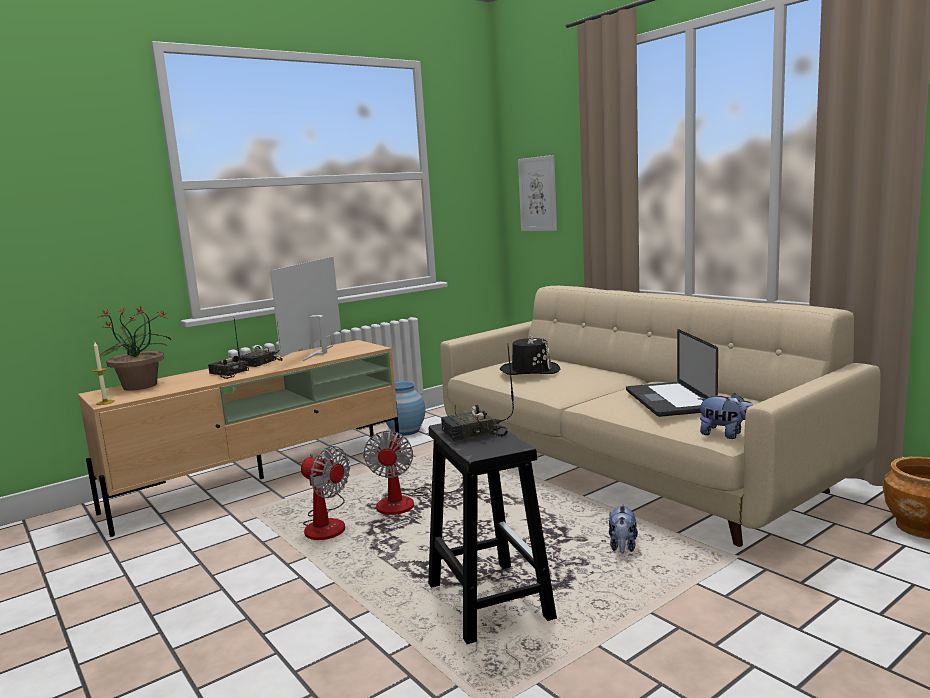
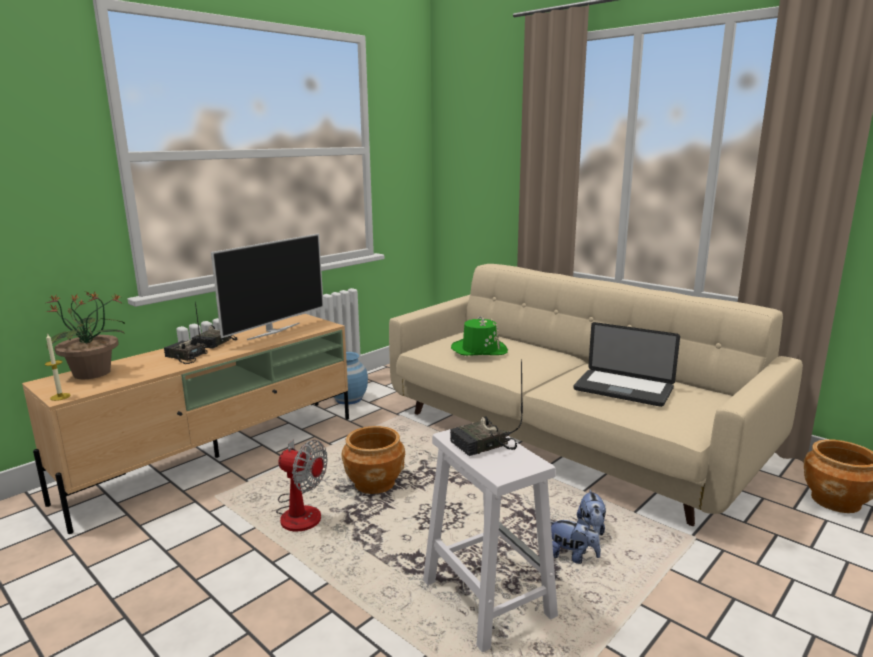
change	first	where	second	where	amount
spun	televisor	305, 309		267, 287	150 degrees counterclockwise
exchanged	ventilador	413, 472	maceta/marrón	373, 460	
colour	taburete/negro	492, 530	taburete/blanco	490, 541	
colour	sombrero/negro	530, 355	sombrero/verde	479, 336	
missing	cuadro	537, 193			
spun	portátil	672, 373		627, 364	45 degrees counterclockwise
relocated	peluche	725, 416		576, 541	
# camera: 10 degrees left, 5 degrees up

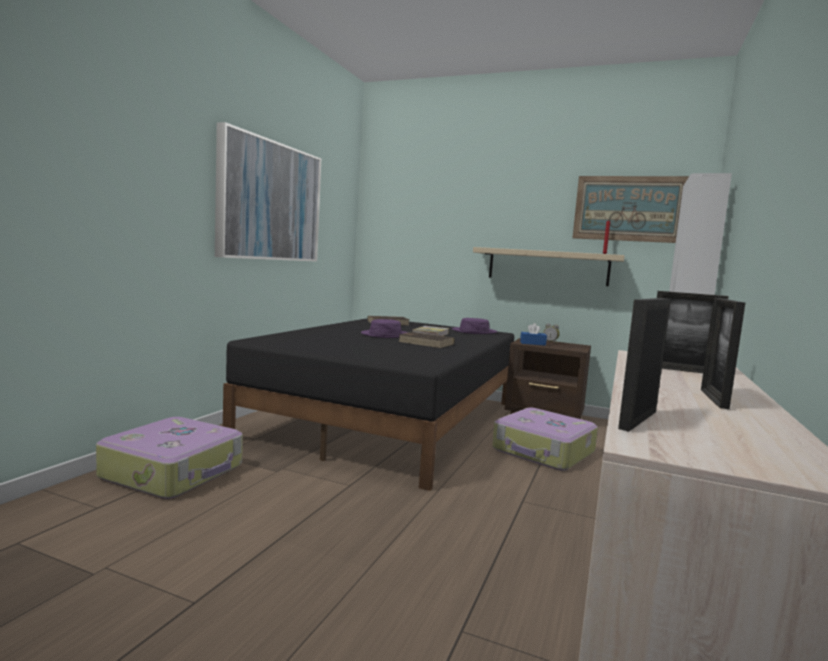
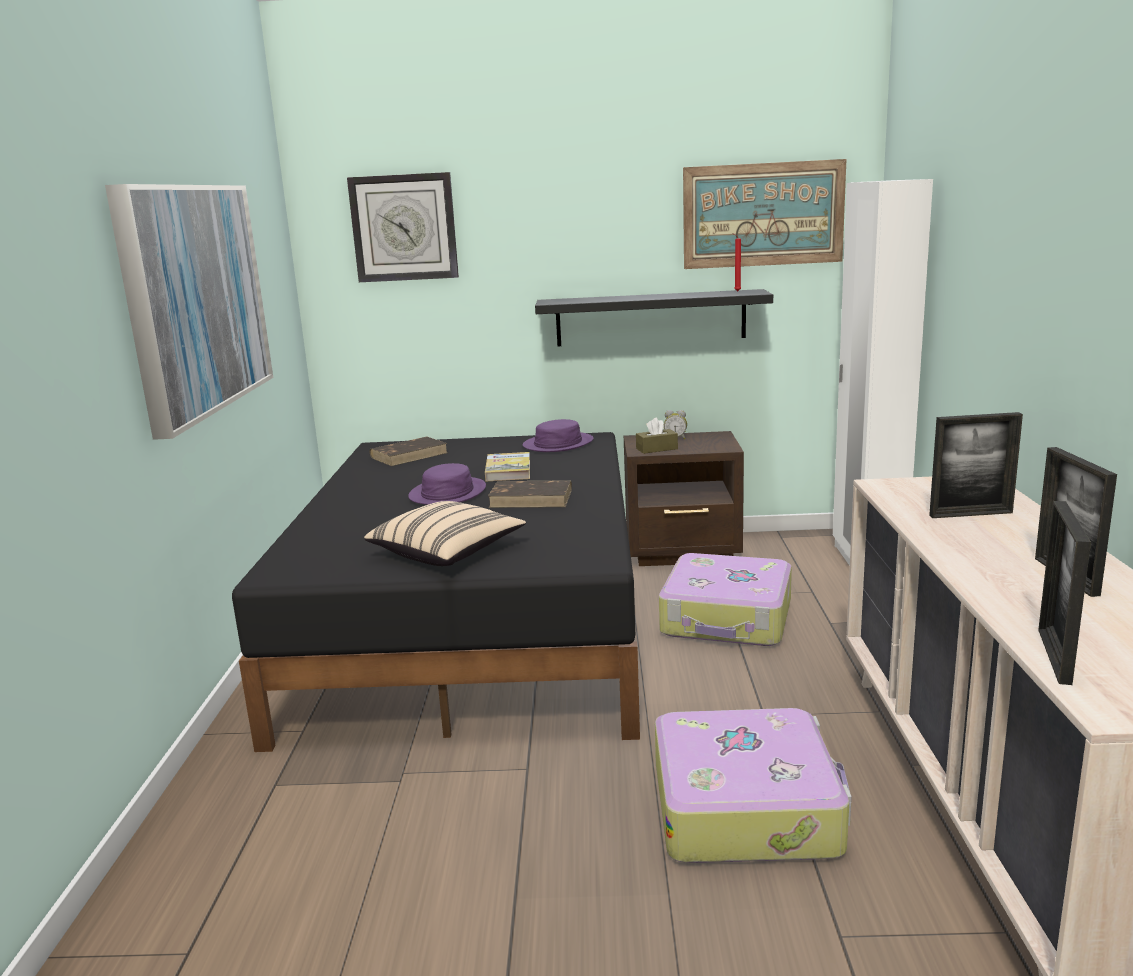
change	first	where	second	where	amount
relocated	maleta	169, 458		753, 785	
colour	estante/beis	549, 266	estante/negro	654, 318	
colour	caja de pañuelos/azul	533, 334	caja de pañuelos/marrón	657, 436	
appeared			reloj de pared	403, 227	
appeared			cojín/beis	445, 533	
# camera: 20 degrees left, 10 degrees up

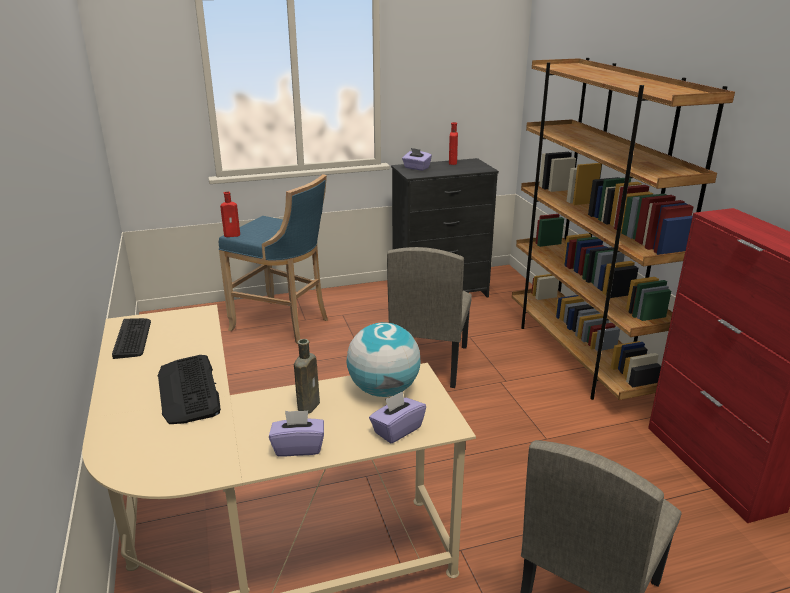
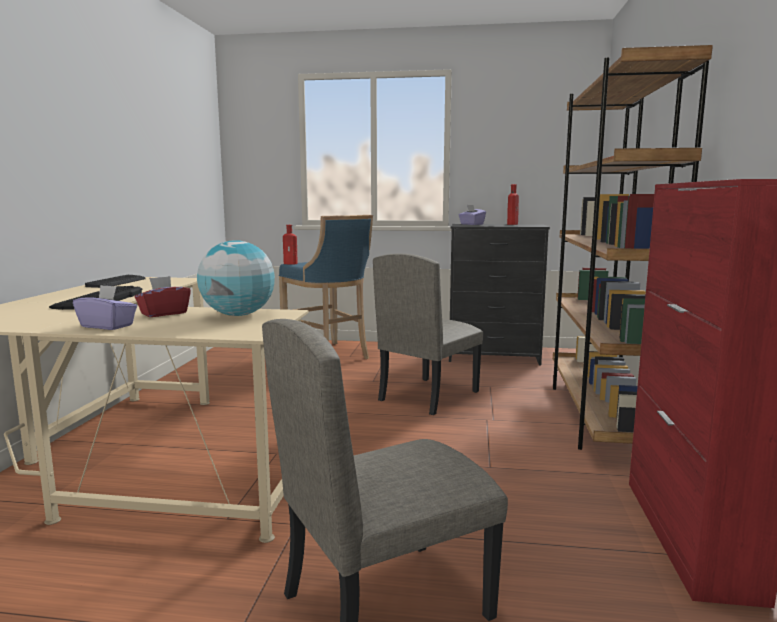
change	first	where	second	where	amount
exchanged	botella/marrón	307, 376	caja de pañuelos/rojo	163, 296	
missing	caja de pañuelos/morado	397, 417			
# camera: 25 degrees right, 15 degrees down

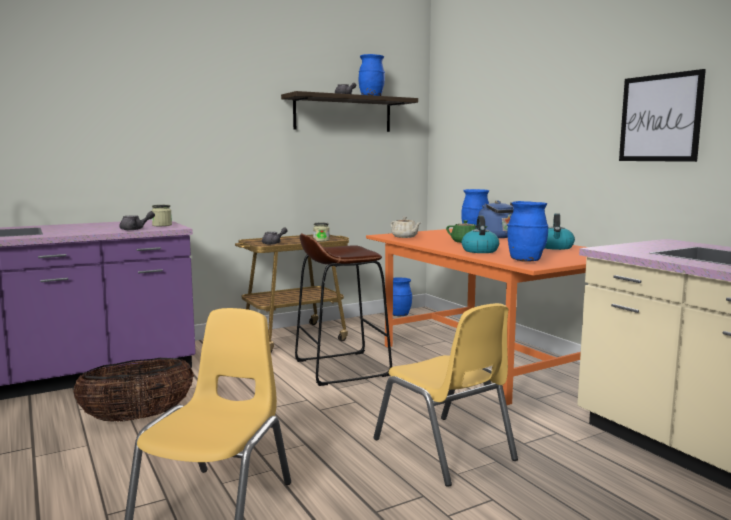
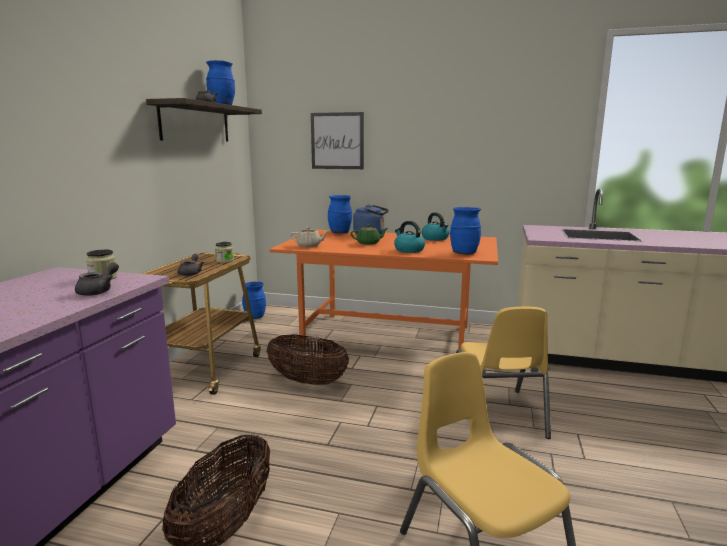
change	first	where	second	where	amount
exchanged	taburete/marrón	343, 309	cesta	308, 359	
spun	silla/amarillo	445, 395		503, 373	75 degrees clockwise
relocated	cuadro	662, 115		337, 140	
# camera: 45 degrees left, 5 degrees up

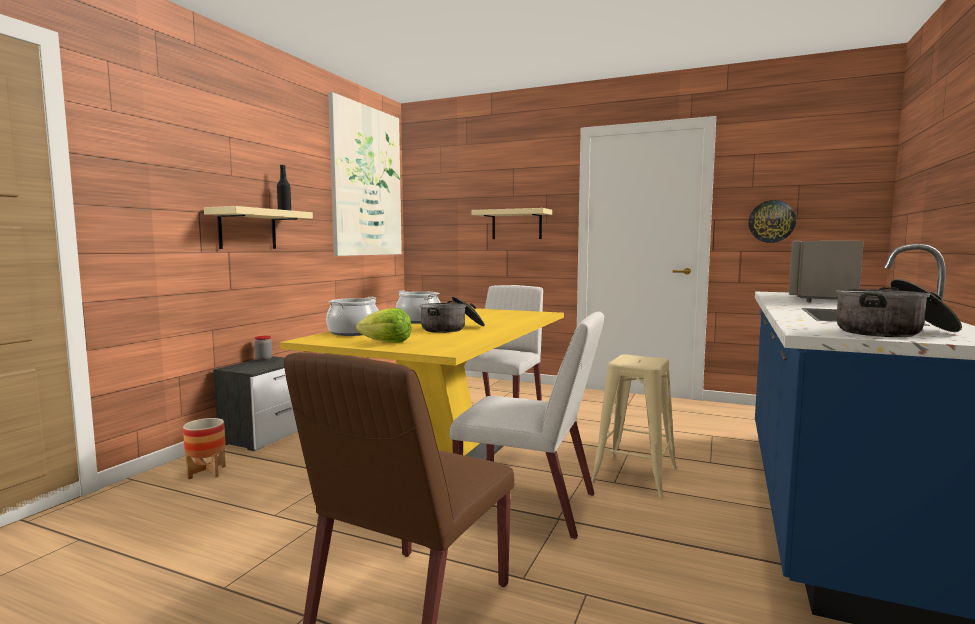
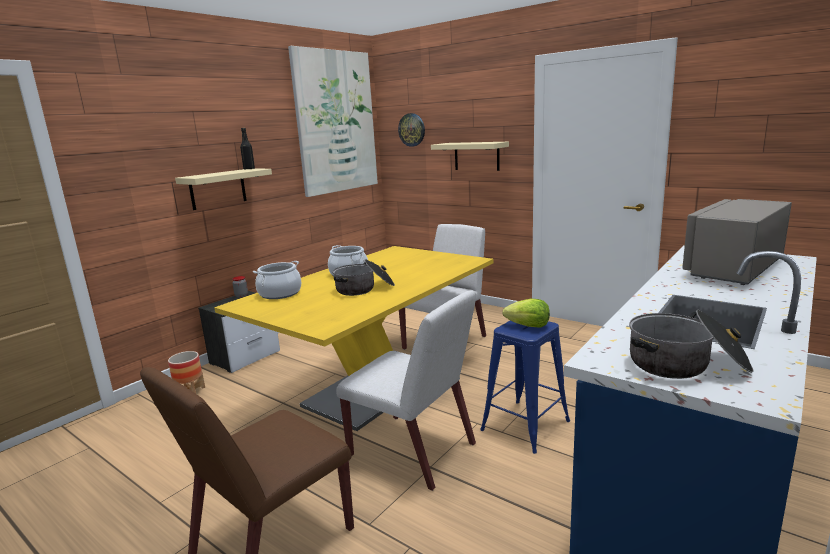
change	first	where	second	where	amount
relocated	lechuga	383, 325		526, 313	
colour	taburete/beis	634, 425	taburete/azul	525, 387	
relocated	reloj de pared	772, 221		411, 130	
# camera: 15 degrees right, 10 degrees up

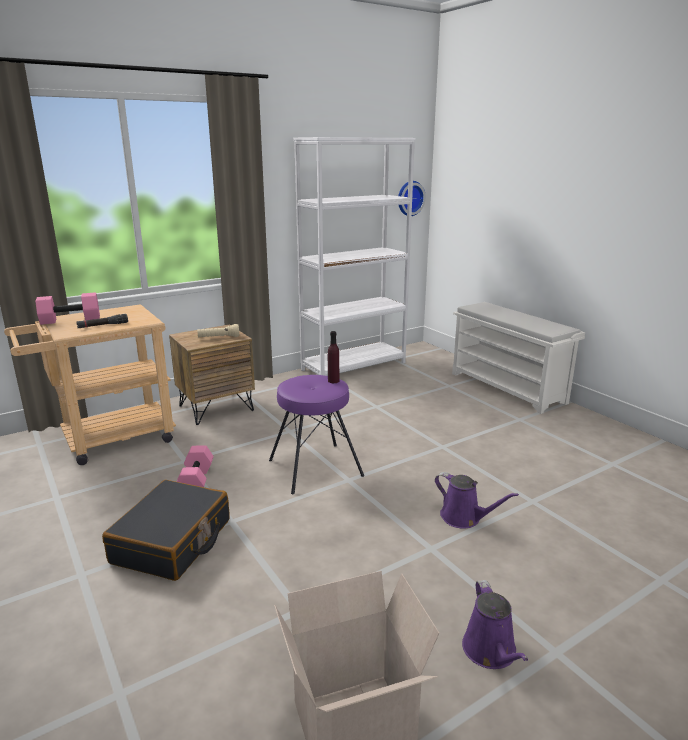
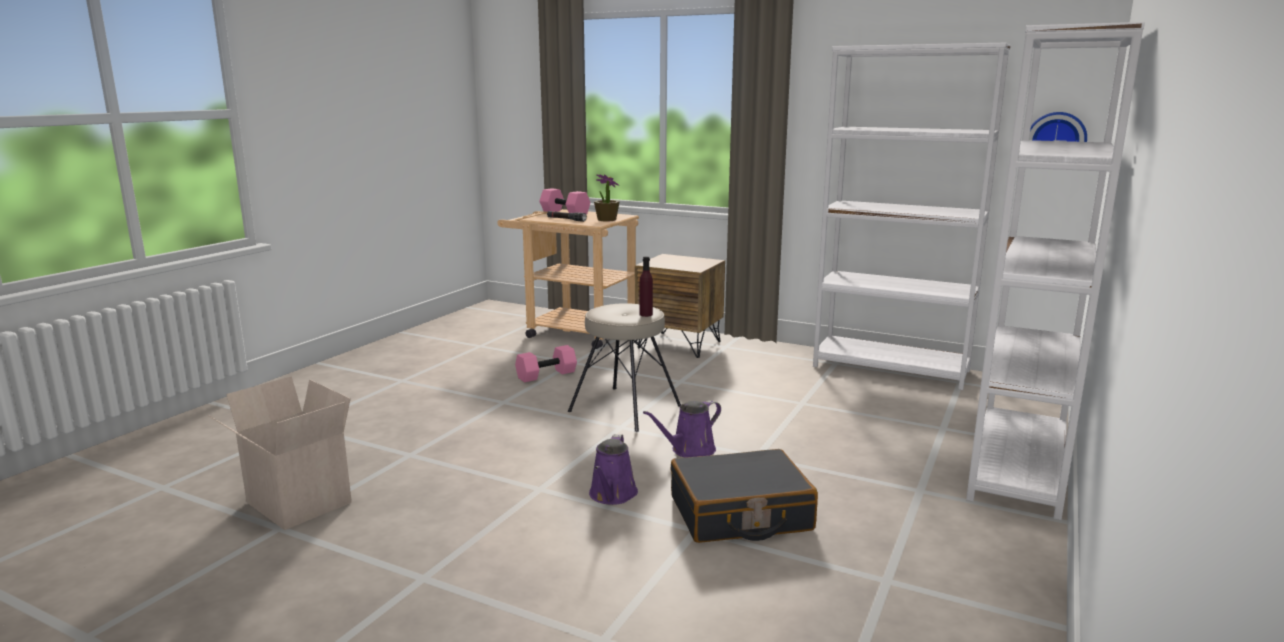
change	first	where	second	where	amount
relocated	maleta/negro	165, 530		744, 496	
missing	linterna/beis	218, 330			
colour	taburete/morado	316, 434	taburete/beis	624, 367	
exchanged	zapatero/blanco	518, 358	estantería/blanco	1055, 271	
relocated	regadera/morado	495, 624		682, 429	
appeared			planta en maceta	607, 198	
# camera: 60 degrees right, 5 degrees down

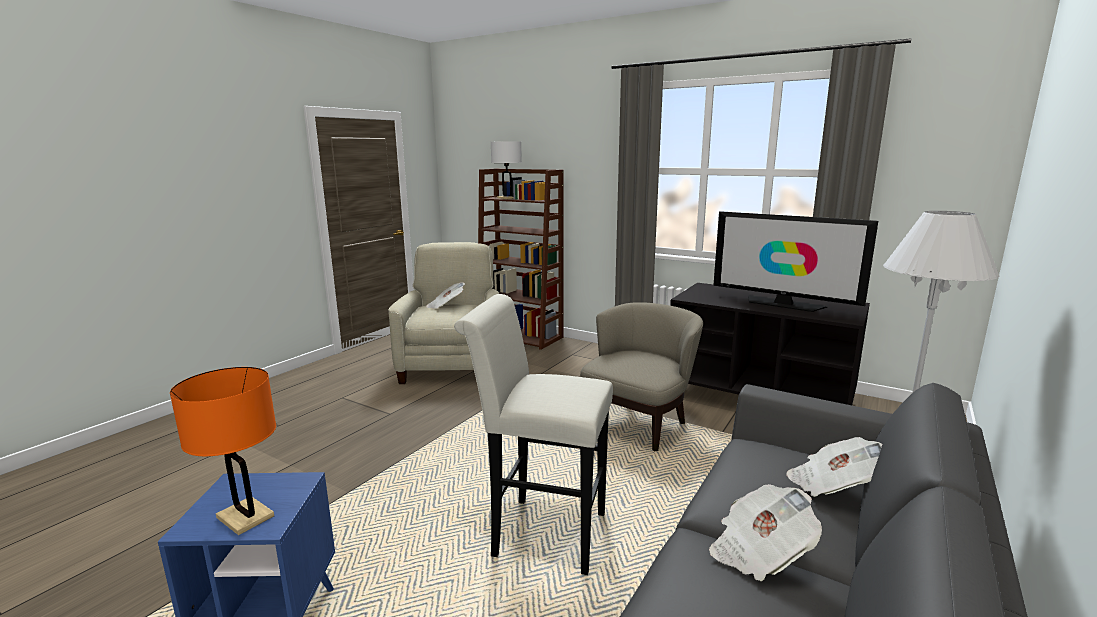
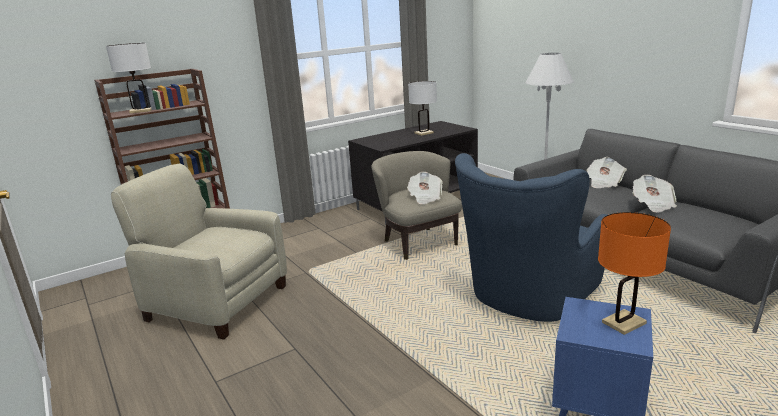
change	first	where	second	where	amount
relocated	periódico	445, 295		425, 188	
exchanged	taburete/blanco	533, 434	sillón/azul	531, 237	
exchanged	televisor	795, 261	lámpara de mesa/blanco	422, 108	
# camera: 65 degrees left, 5 degrees up

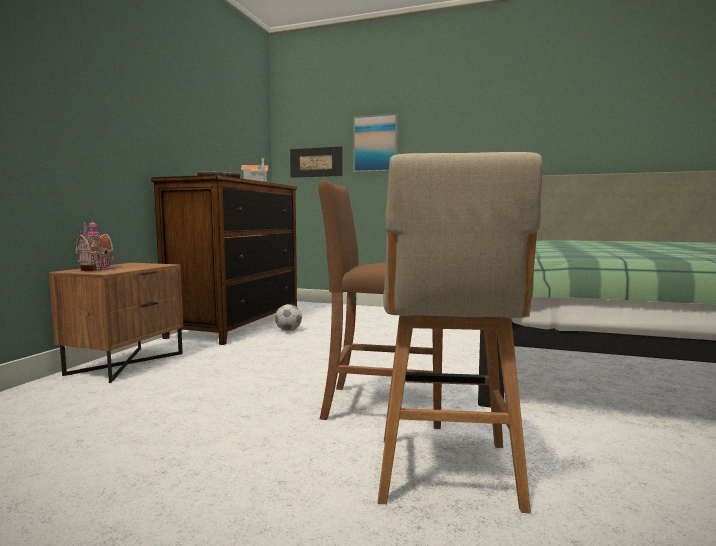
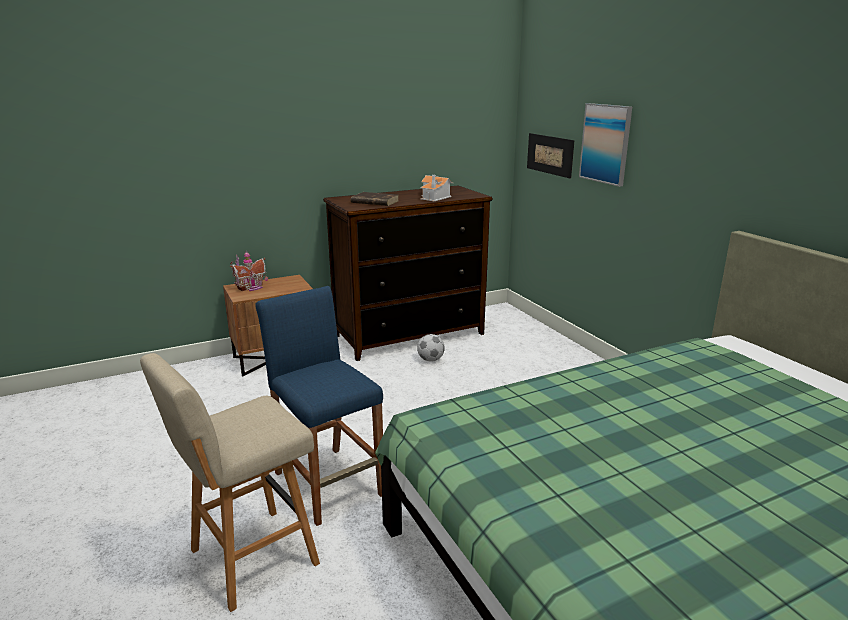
change	first	where	second	where	amount
colour	taburete/marrón	380, 304	taburete/azul	319, 406	
# camera: 45 degrees right, 15 degrees up

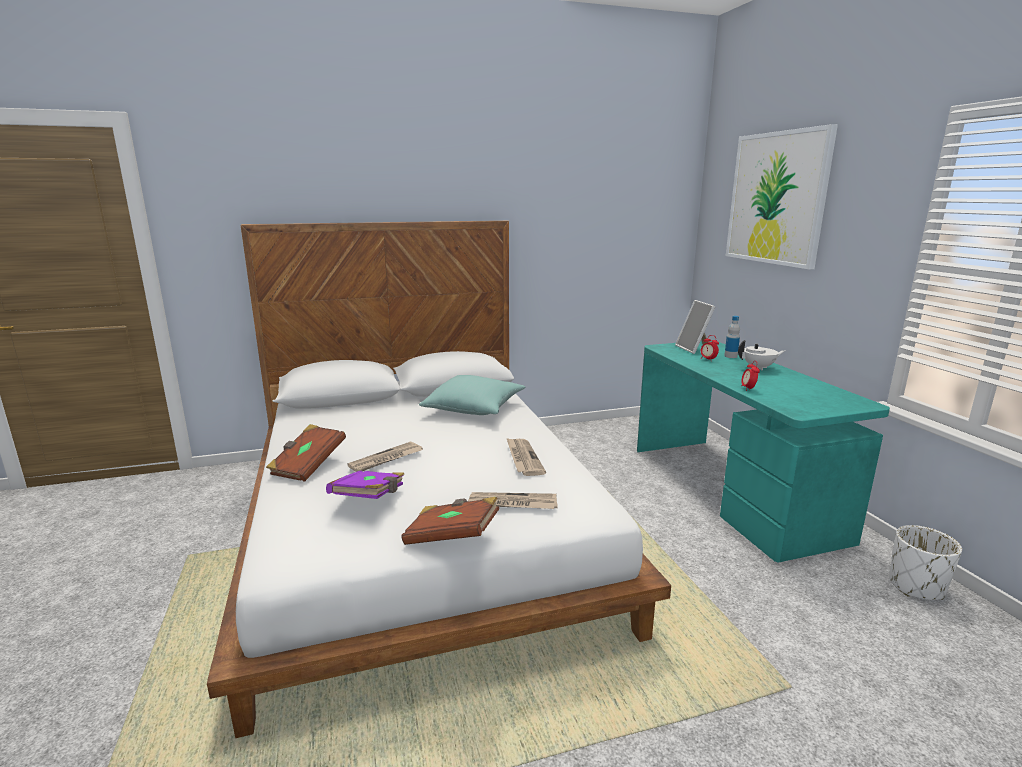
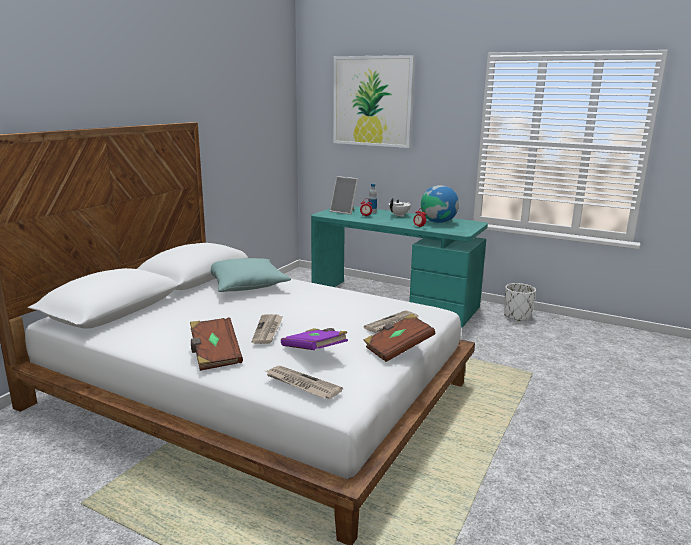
change	first	where	second	where	amount
relocated	periódico	526, 457		304, 382	
appeared			globo terráqueo	440, 204	
# camera: 45 degrees left, 0 degrees up

